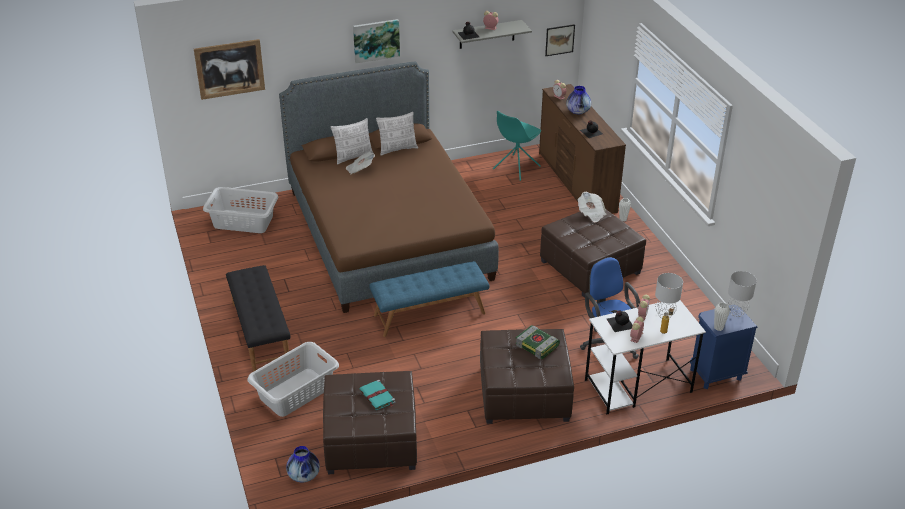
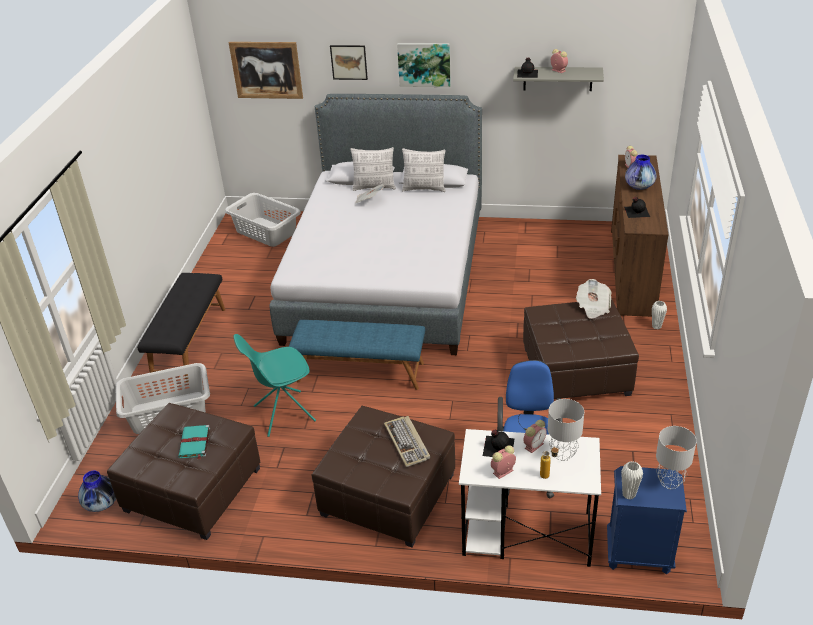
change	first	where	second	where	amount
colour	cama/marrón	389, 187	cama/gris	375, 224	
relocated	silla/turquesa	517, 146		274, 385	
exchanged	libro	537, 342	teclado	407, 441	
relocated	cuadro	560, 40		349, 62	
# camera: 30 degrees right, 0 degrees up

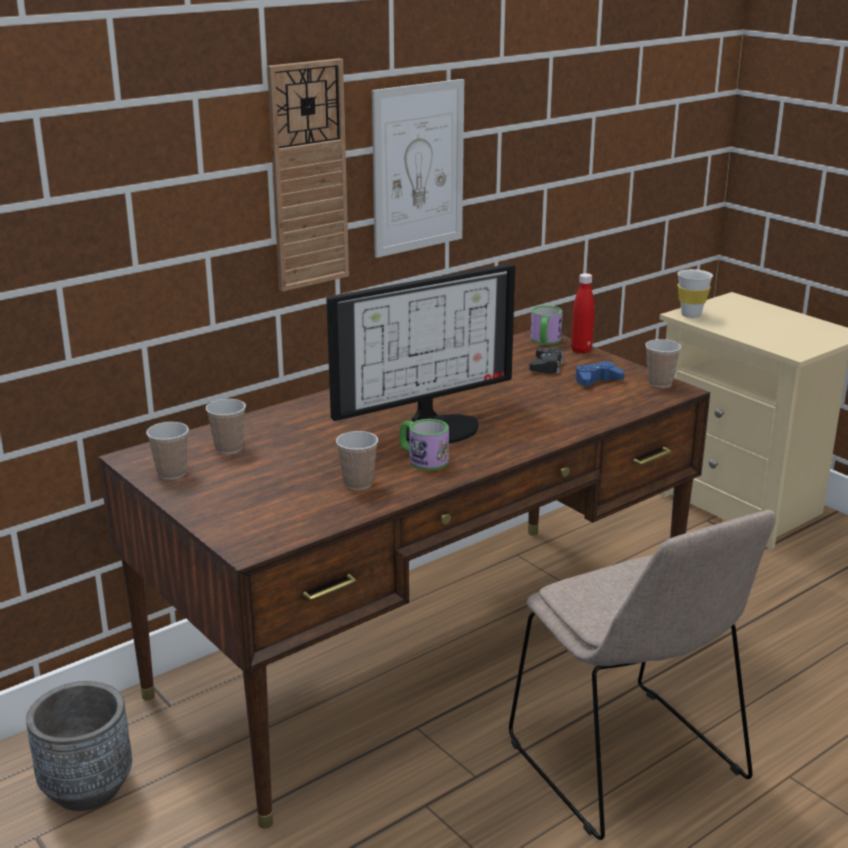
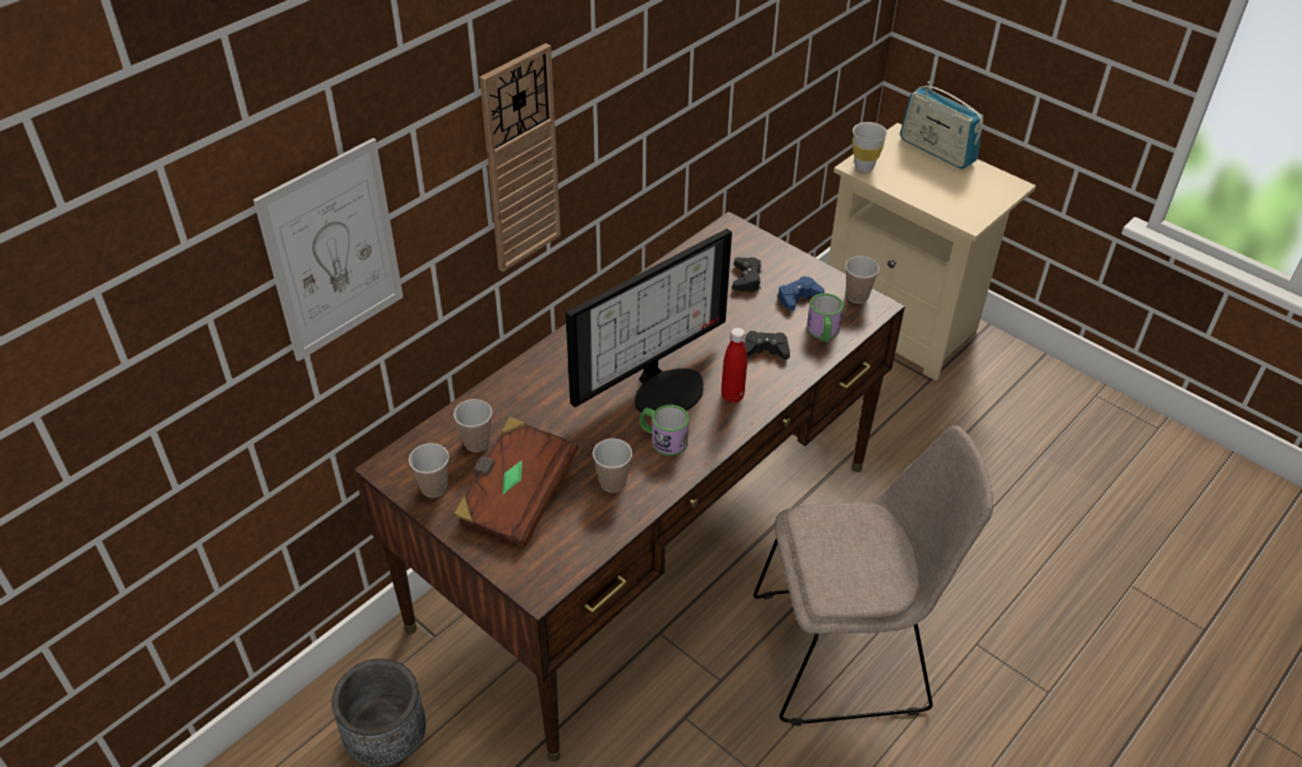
change	first	where	second	where	amount
relocated	cuadro	418, 168		328, 250	
spun	silla/beis	642, 675		873, 575	60 degrees counterclockwise
relocated	taza grande	546, 325		825, 317	
relocated	botella/rojo	582, 313		734, 365	
appeared			libro/marrón	515, 482	
appeared			mando de consola/negro	767, 345	
appeared			radio	942, 125	
# camera: 10 degrees left, 20 degrees up

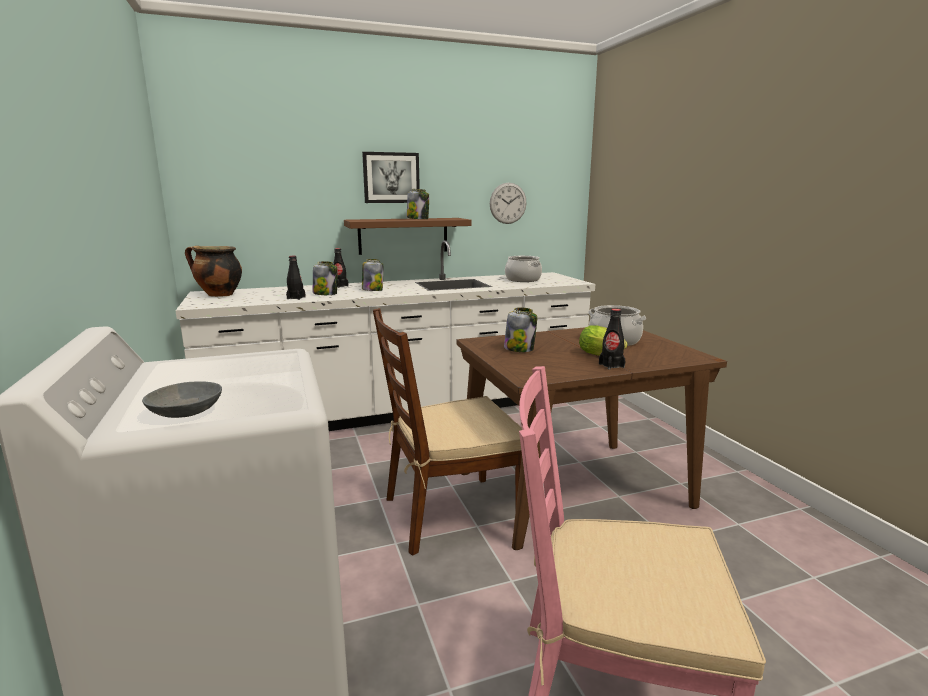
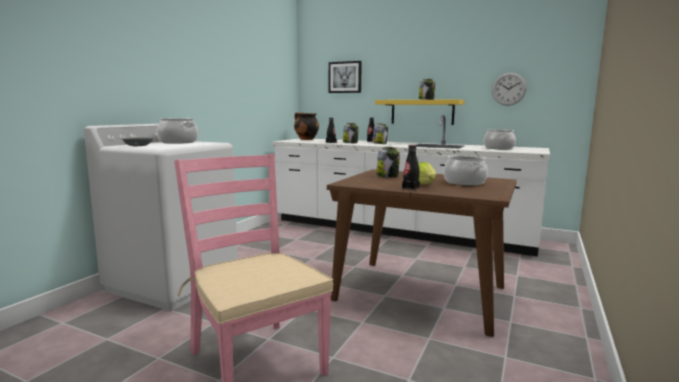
change	first	where	second	where	amount
colour	estante/marrón	408, 236	estante/amarillo	420, 112	
relocated	cuadro	391, 177		345, 77	
missing	silla/marrón	447, 432			
appeared			olla	177, 131	
# camera: 45 degrees right, 5 degrees down

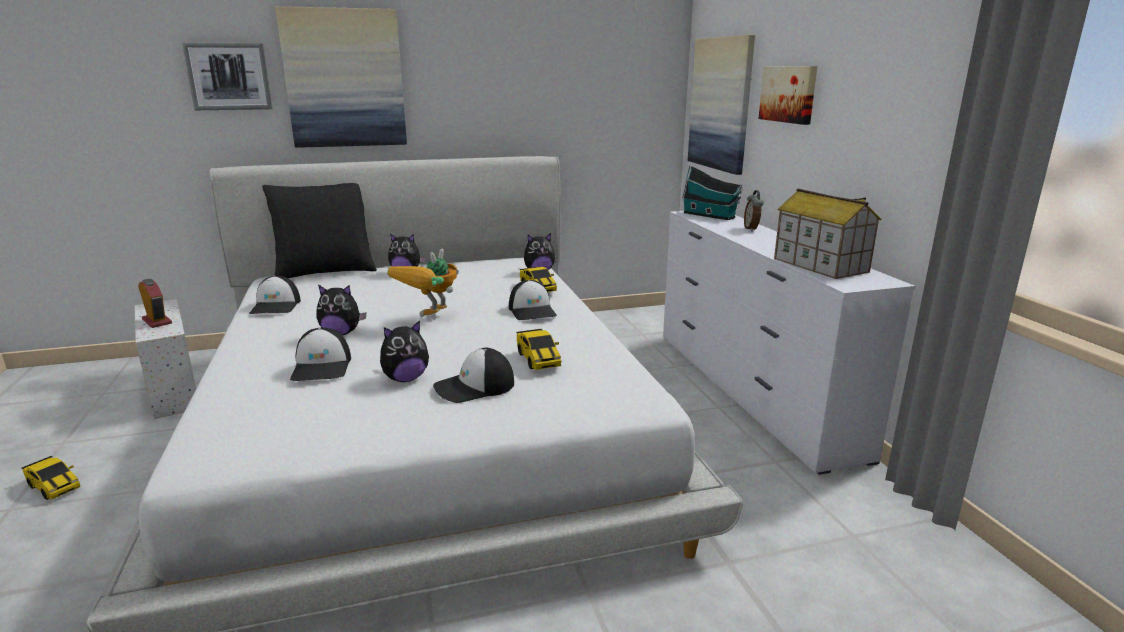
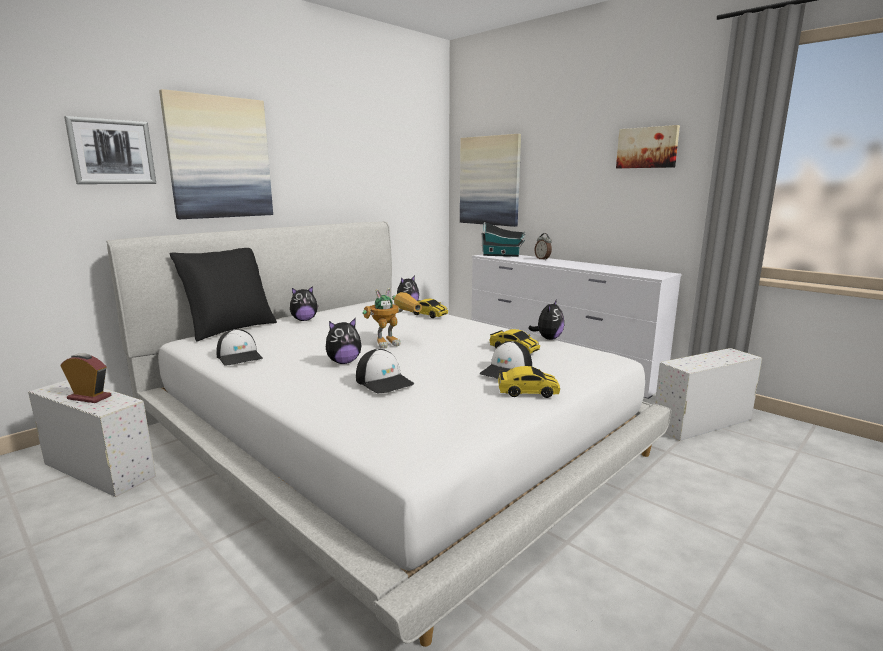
change	first	where	second	where	amount
relocated	coche de juguete	51, 478		529, 382	
relocated	peluche	404, 351		546, 320	
spun	robot de juguete	423, 283		392, 318	120 degrees counterclockwise
missing	gorra	533, 300			
relocated	cuadro	788, 95		648, 146	
missing	casita	827, 234			
appeared			caja de almacenaje/blanco	708, 394	
# camera: 30 degrees left, 5 degrees down

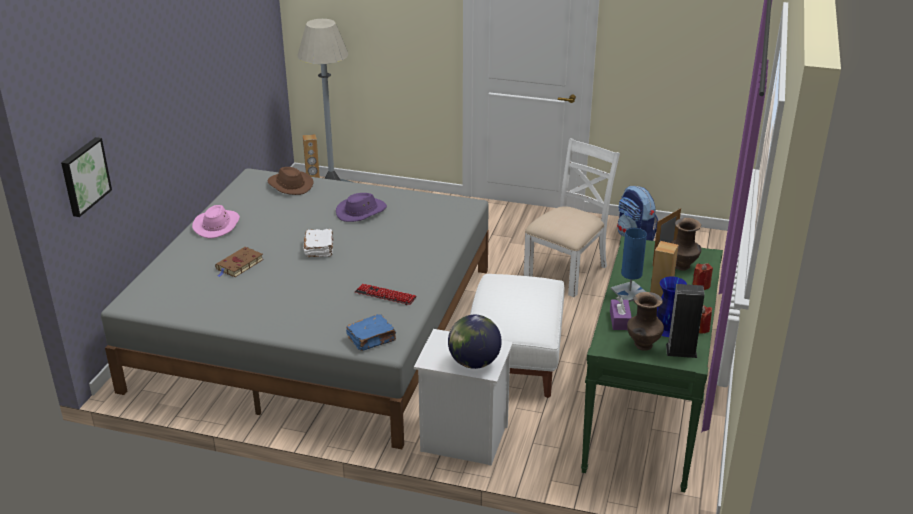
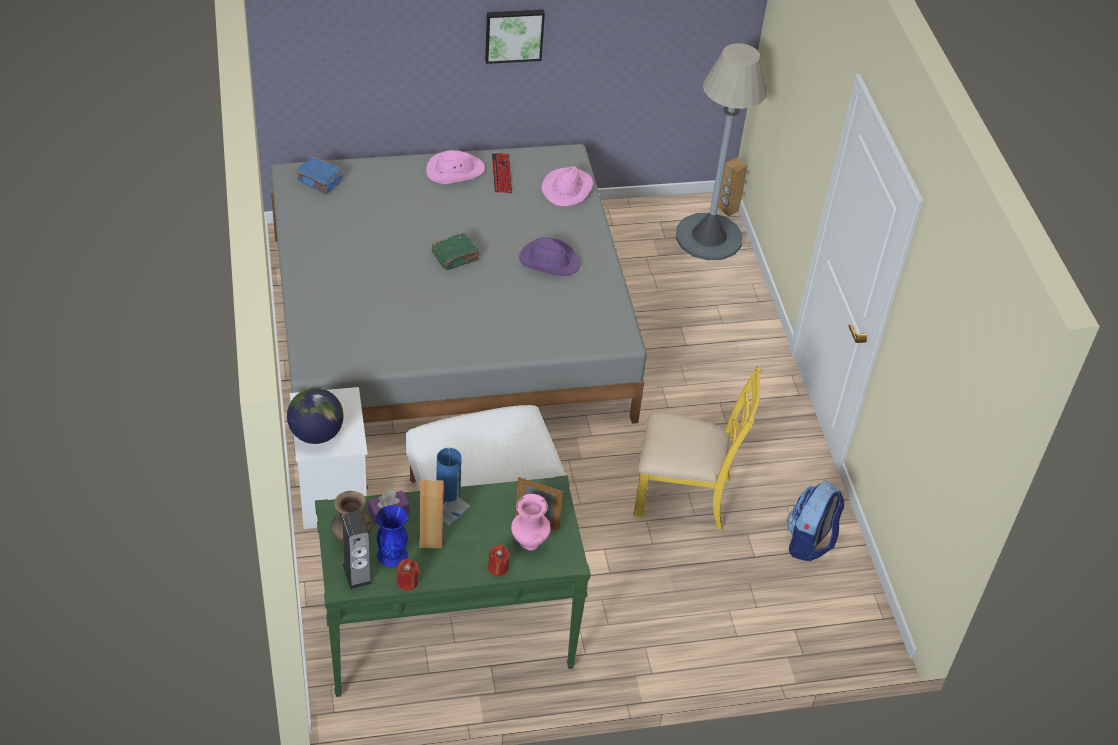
change	first	where	second	where	amount
relocated	cuadro	86, 177		515, 37	
missing	libro/marrón	239, 262			
colour	sombrero/marrón	291, 181	sombrero/rosa	567, 186	
colour	libro/blanco	318, 243	libro/verde	456, 251	
relocated	libro/azul	371, 332		319, 175	
relocated	teclado	386, 294		502, 173	
colour	silla/blanco	572, 217	silla/amarillo	697, 448	
colour	florero/marrón	685, 244	florero/rosa	531, 522	
# camera: 60 degrees right, 15 degrees up

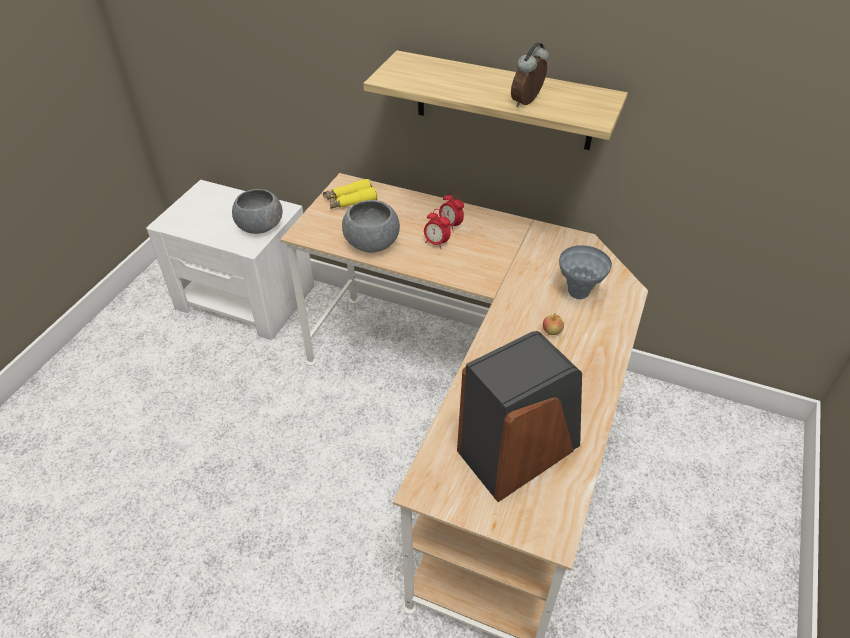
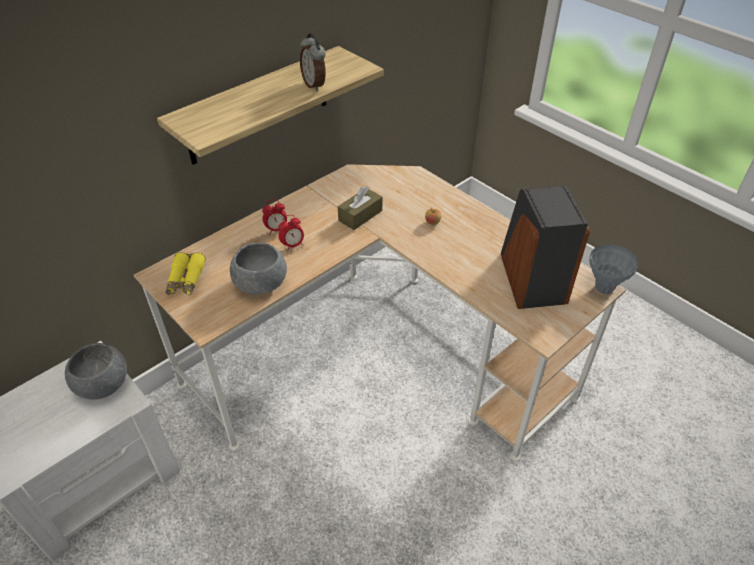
change	first	where	second	where	amount
relocated	florero/gris	585, 272		613, 269	
appeared			caja de pañuelos/marrón	360, 208	
# camera: 65 degrees left, 0 degrees up

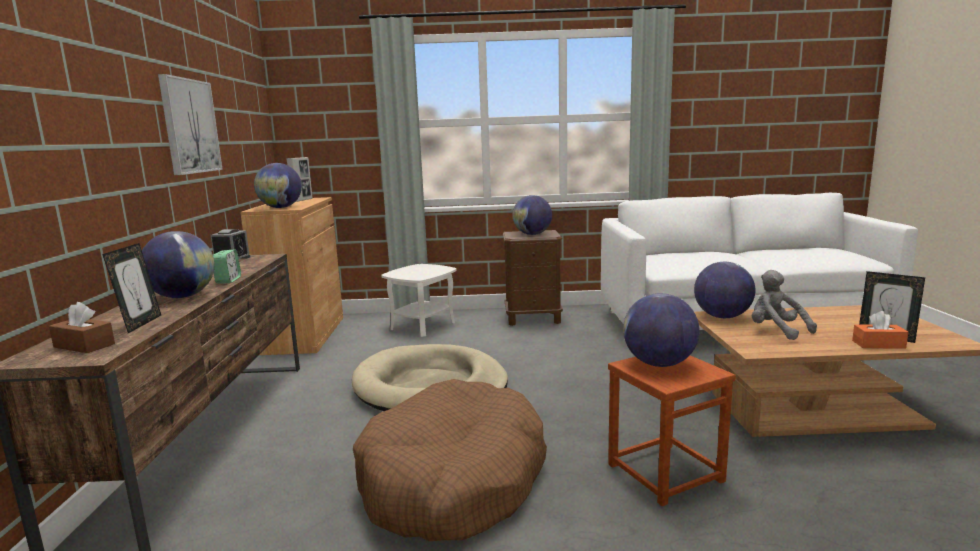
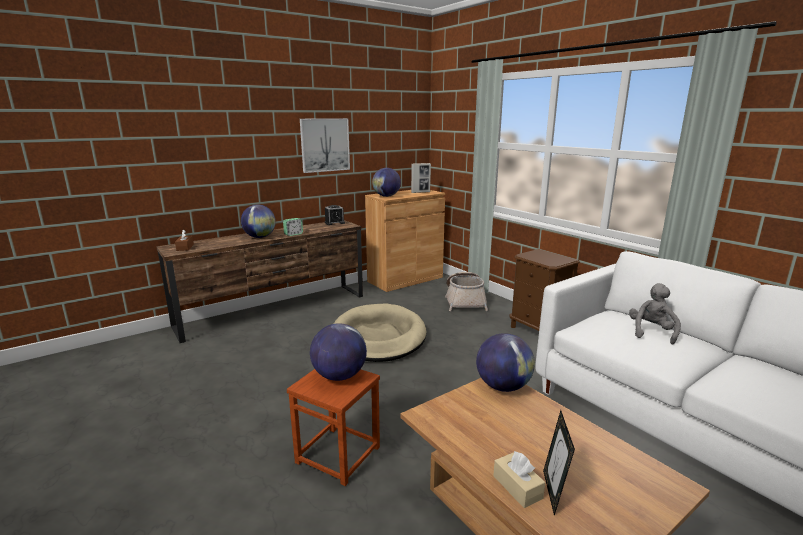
change	first	where	second	where	amount
missing	portarretratos	131, 288			
missing	cama para perro/marrón	450, 460			
exchanged	mesa auxiliar/blanco	419, 300	cesta	466, 291	
missing	globo terráqueo	532, 215			
relocated	peluche/gris	784, 305		655, 314	
colour	caja de pañuelos/naranja	880, 330	caja de pañuelos/beis	519, 479	
# camera: 55 degrees right, 5 degrees up

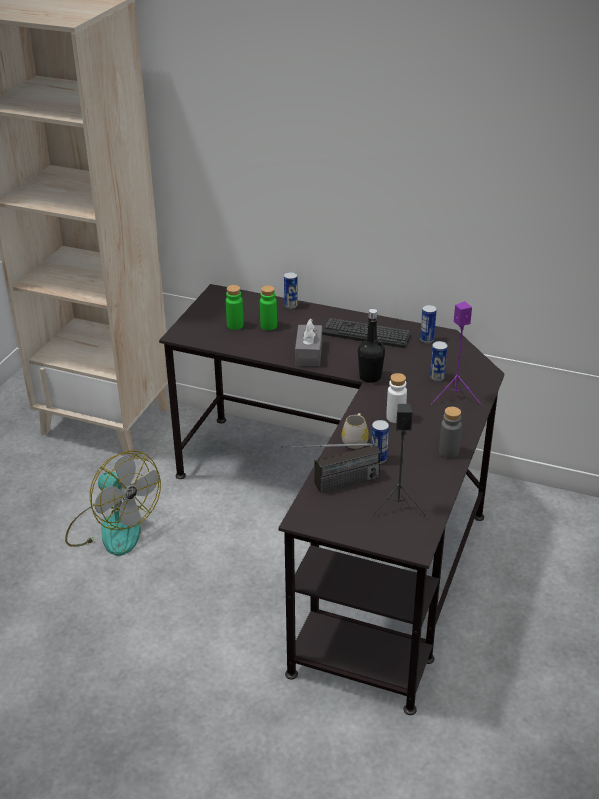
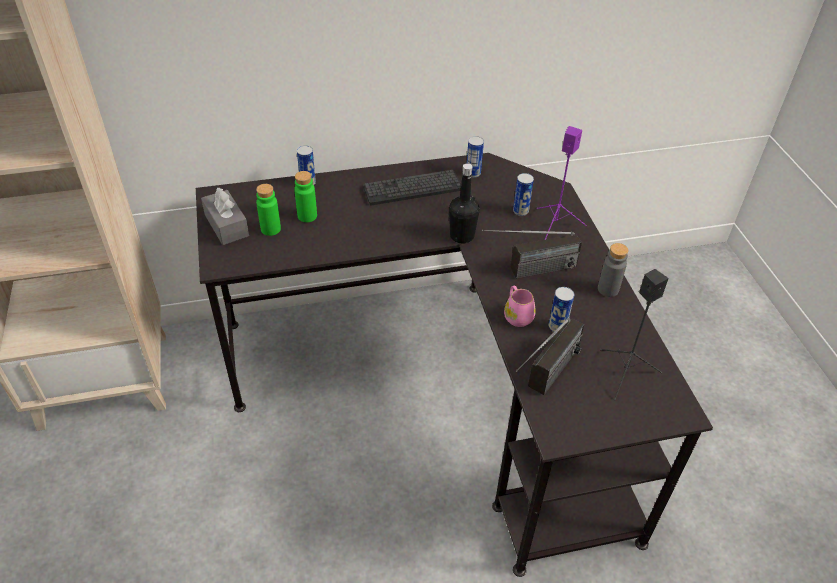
change	first	where	second	where	amount
missing	ventilador	113, 503			
relocated	caja de pañuelos/gris	308, 342		225, 216	
colour	taza grande/blanco	355, 431	taza grande/rosa	520, 306	
exchanged	botella/blanco	396, 398	radio	532, 254	
# camera: 35 degrees left, 10 degrees up

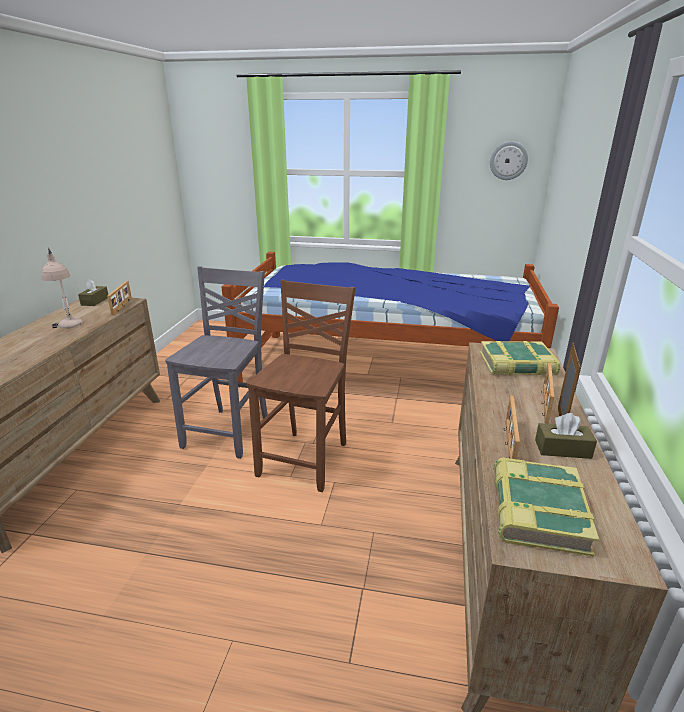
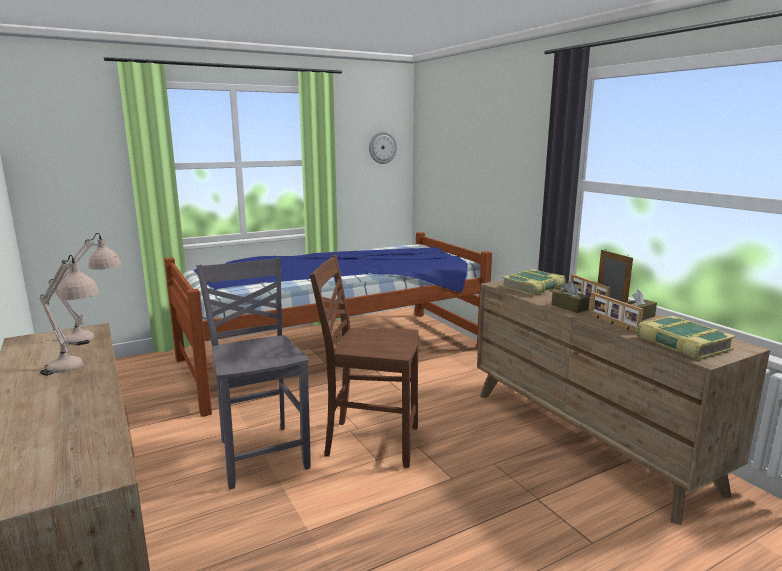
change	first	where	second	where	amount
relocated	caja de pañuelos/marrón	93, 292		571, 297	
exchanged	portarretratos	119, 298	lámpara de mesa/beis	85, 289	
spun	silla/marrón	301, 386		364, 361	60 degrees counterclockwise
# camera: 40 degrees left, 10 degrees down

